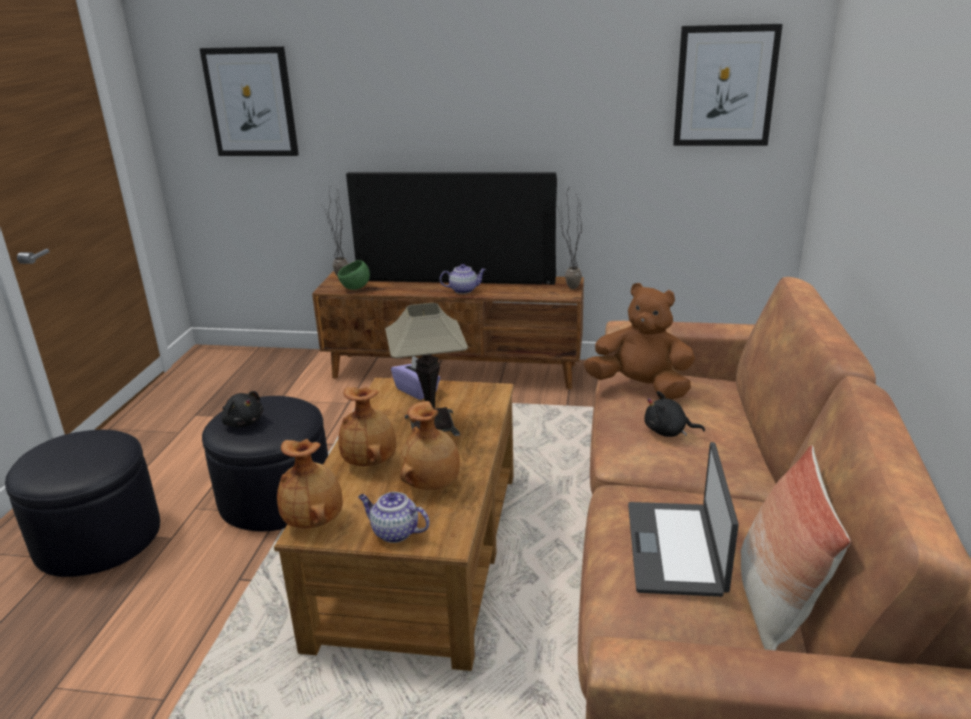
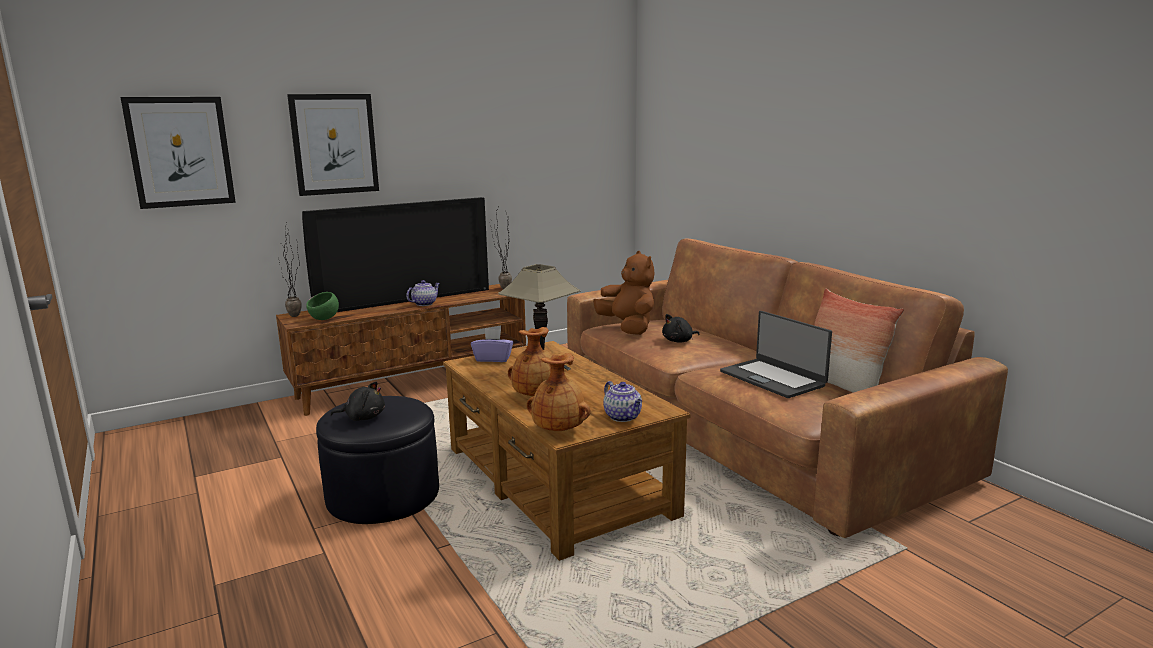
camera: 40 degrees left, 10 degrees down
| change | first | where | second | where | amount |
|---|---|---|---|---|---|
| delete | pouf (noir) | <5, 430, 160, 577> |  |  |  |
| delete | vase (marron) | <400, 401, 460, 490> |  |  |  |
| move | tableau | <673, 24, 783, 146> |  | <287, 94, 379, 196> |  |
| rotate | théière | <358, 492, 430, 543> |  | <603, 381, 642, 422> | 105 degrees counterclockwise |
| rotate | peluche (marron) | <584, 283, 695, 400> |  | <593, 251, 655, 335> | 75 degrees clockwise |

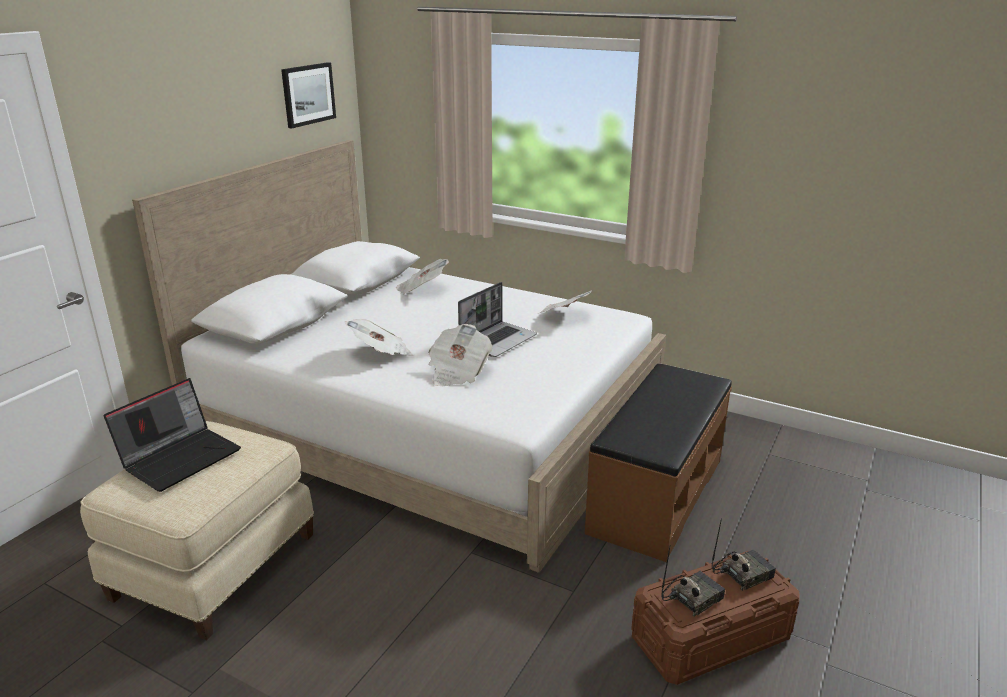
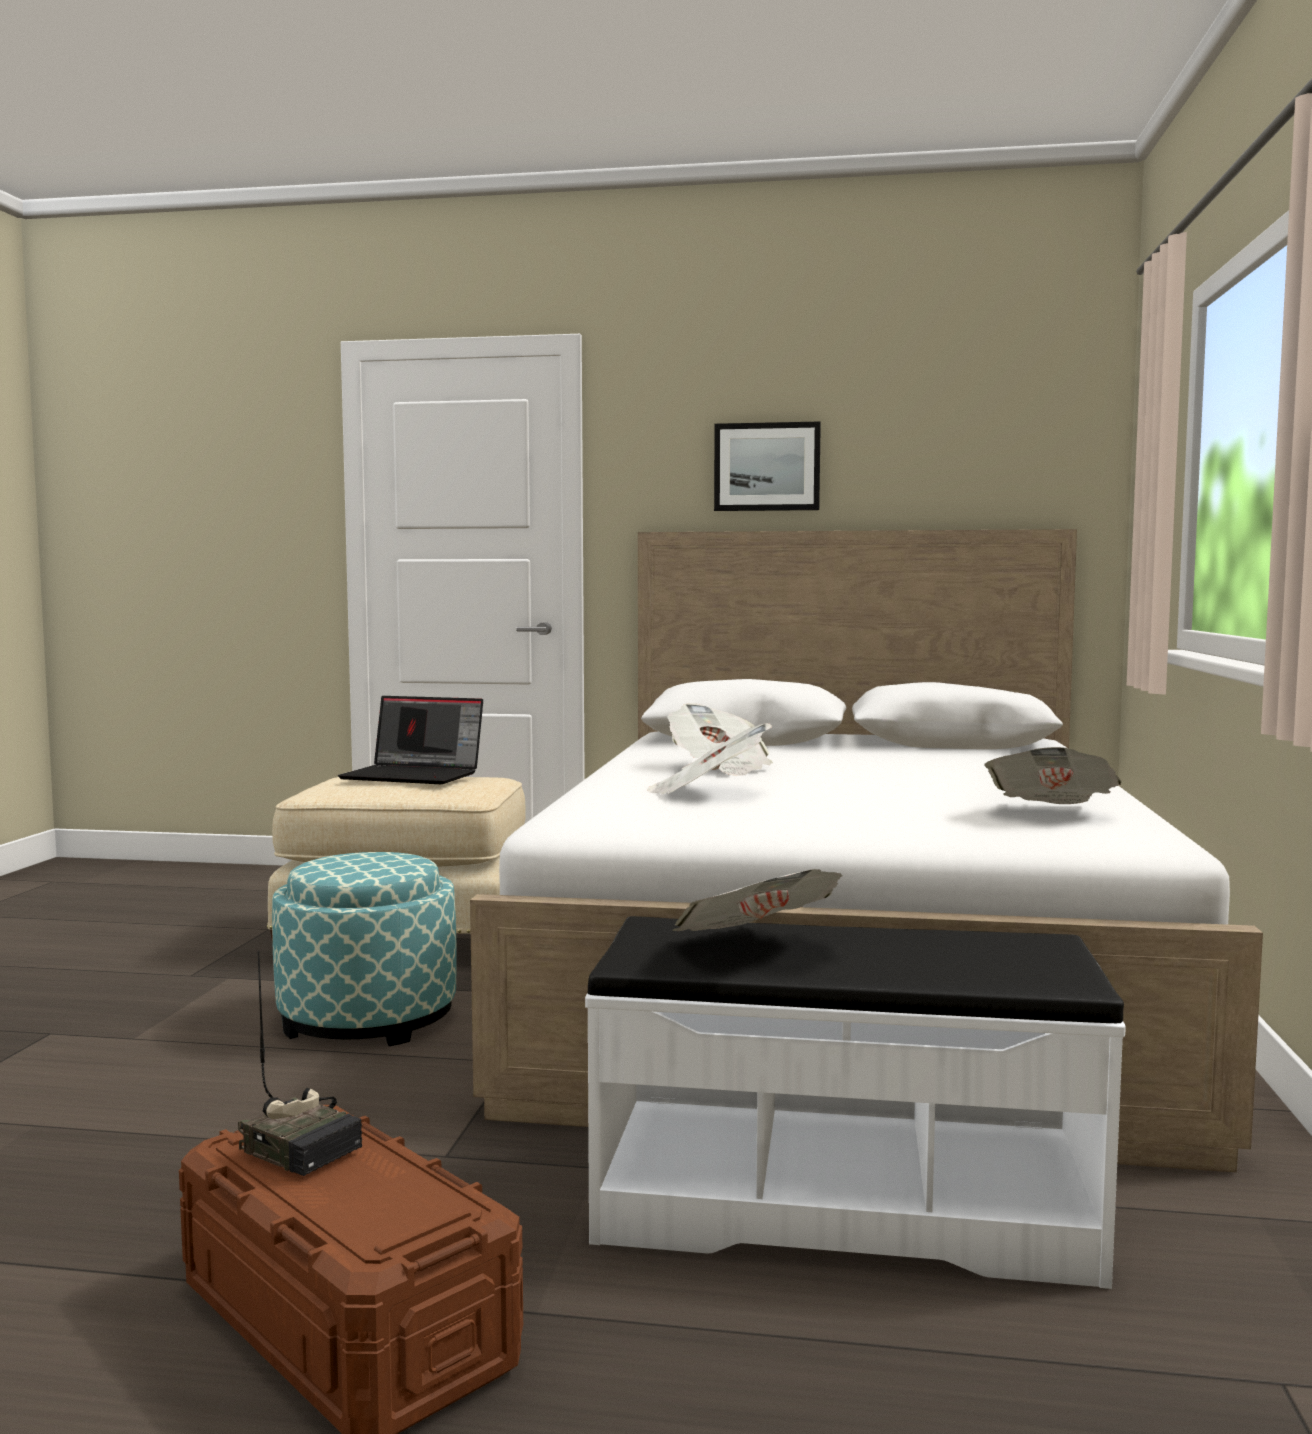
camera: 70 degrees right, 20 degrees down
| change | first | where | second | where | amount |
|---|---|---|---|---|---|
| delete | ordinateur portable | <458, 282, 537, 357> |  |  |  |
| delete | radio | <712, 518, 776, 591> |  |  |  |
| insert |  |  | pouf | <272, 852, 457, 1046> |  |
| move | tableau | <281, 62, 336, 128> |  | <714, 422, 821, 511> |  |
| move | journal | <396, 259, 449, 295> |  | <672, 869, 842, 931> |  |
| recolor | banc (marron) | <585, 363, 732, 562> | banc (blanc) | <585, 916, 1126, 1289> |  |

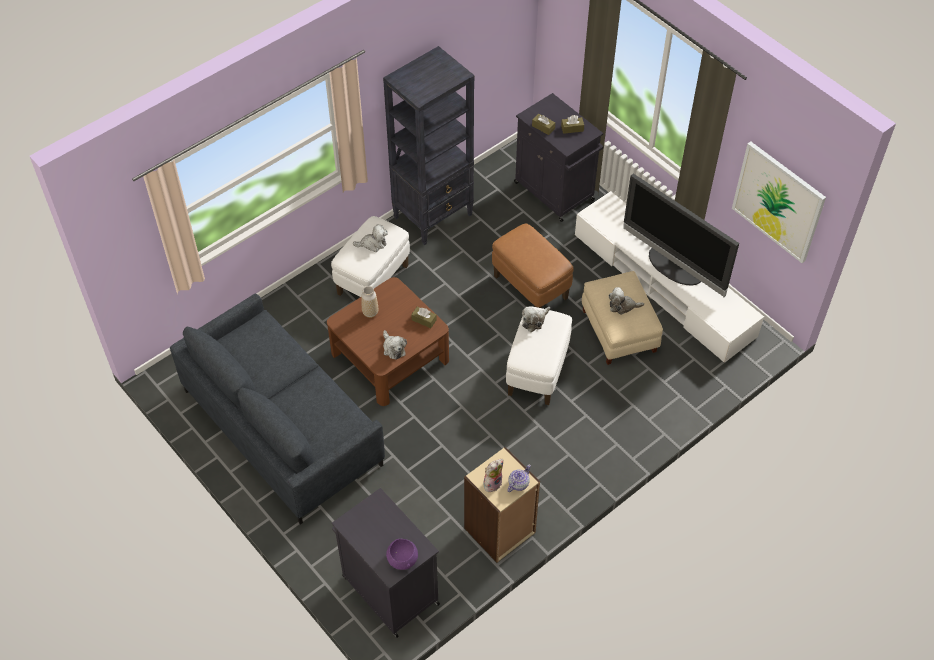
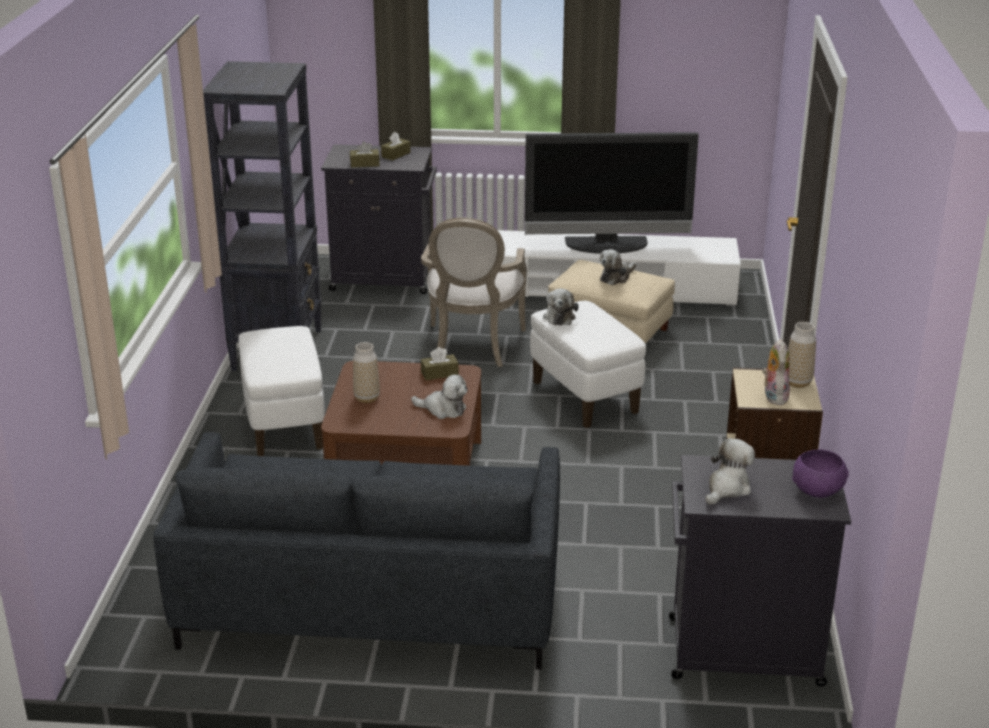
camera: 45 degrees left, 25 degrees down
| change | first | where | second | where | amount |
|---|---|---|---|---|---|
| delete | tableau | <732, 141, 826, 263> |  |  |  |
| move | peluche | <353, 224, 388, 252> |  | <706, 438, 755, 505> |  |
| replace | pouf (marron) | <492, 224, 573, 308> | fauteuil | <421, 218, 527, 367> |  |
| replace | théière | <507, 465, 531, 492> | vase | <788, 322, 816, 388> |  |

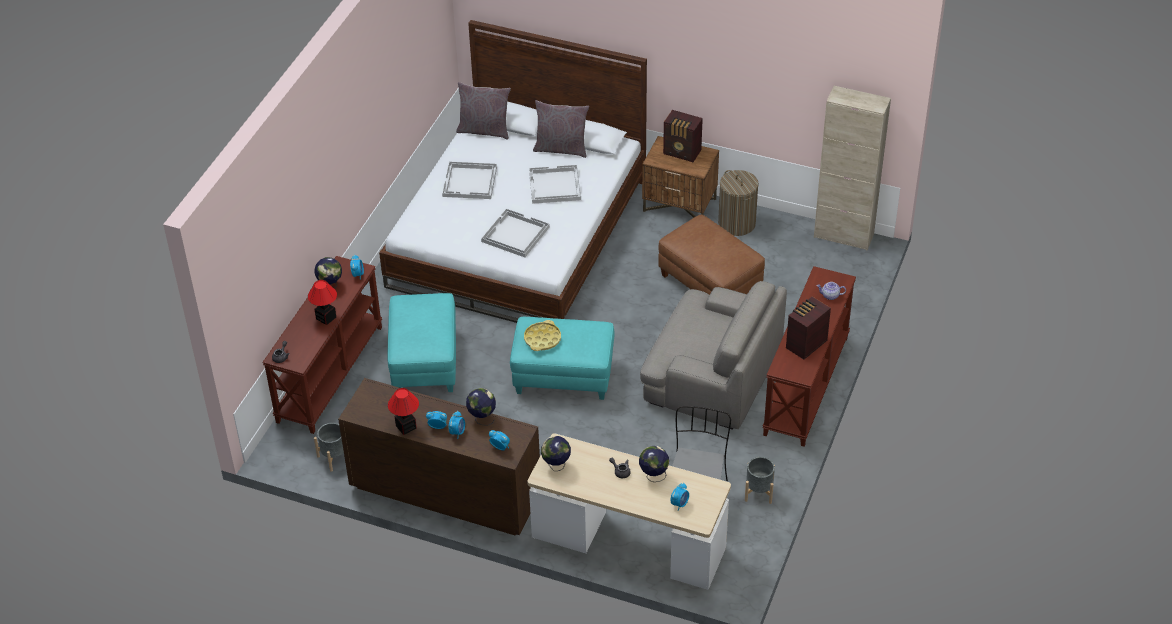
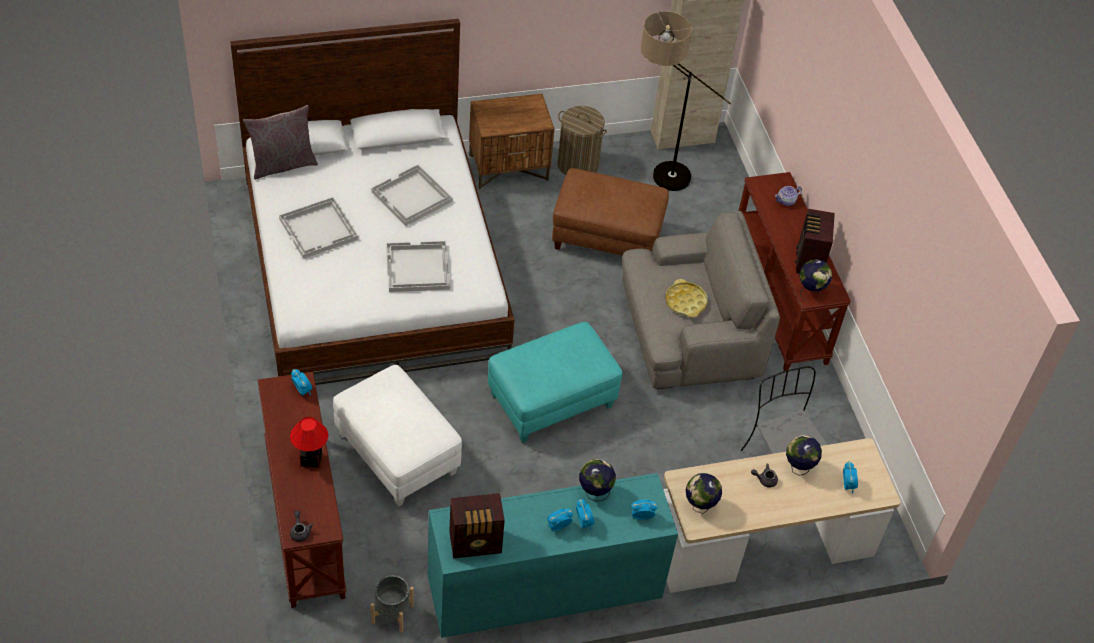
camera: 40 degrees left, 5 degrees up
| change | first | where | second | where | amount |
|---|---|---|---|---|---|
| delete | lampe de table | <388, 388, 419, 435> |  |  |  |
| delete | coussin (gris) | <533, 100, 589, 158> |  |  |  |
| delete | cache-pot (gris) | <745, 457, 775, 504> |  |  |  |
| insert |  |  | lampadaire | <640, 11, 732, 191> |  |
| move | globe | <314, 257, 342, 285> |  | <799, 259, 832, 301> |  |
| move | plateau (jaune) | <524, 320, 561, 351> |  | <665, 279, 708, 318> |  |
| move | radio | <663, 110, 703, 162> |  | <449, 493, 505, 558> |  |
| recolor | commode (marron) | <338, 378, 540, 536> | commode (turquoise) | <428, 473, 678, 638> |  |
| recolor | pouf (turquoise) | <388, 293, 456, 392> | pouf (blanc) | <333, 365, 462, 507> |  |

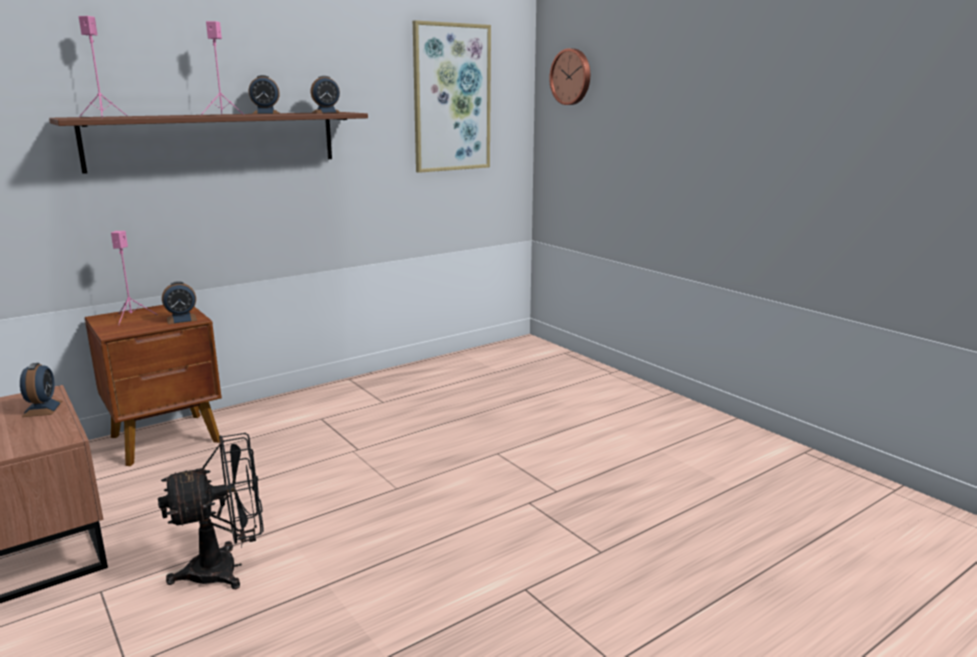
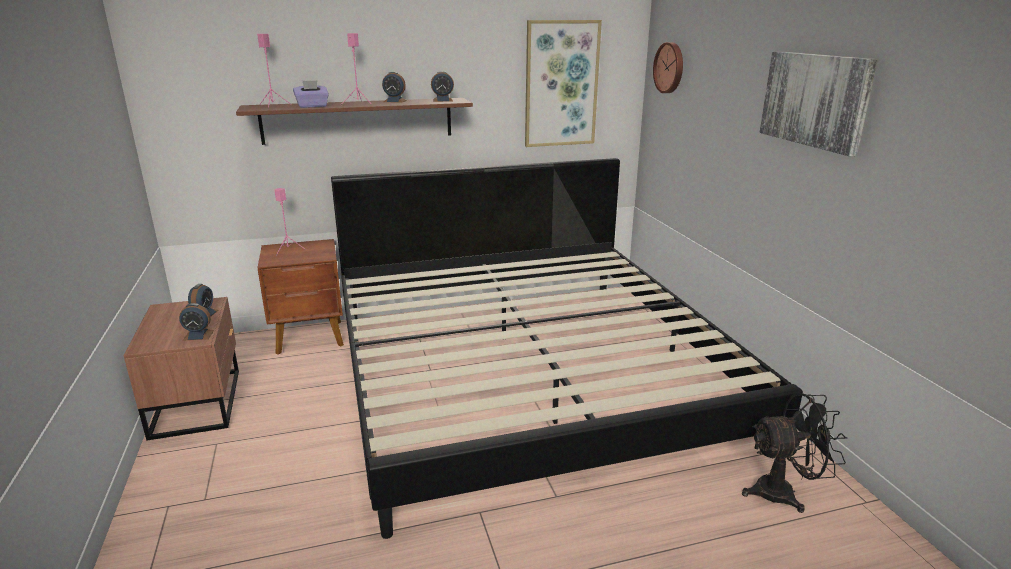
camera: 20 degrees right, 5 degrees up
| change | first | where | second | where | amount |
|---|---|---|---|---|---|
| insert |  |  | boîte à mouchoirs (violet) | <293, 80, 329, 108> |  |
| insert |  |  | lit | <331, 158, 803, 539> |  |
| insert |  |  | tableau | <760, 51, 878, 156> |  |
| move | ventilateur (noir) | <158, 433, 264, 589> |  | <742, 393, 847, 513> |  |
| move | réveil | <162, 281, 197, 324> |  | <179, 303, 214, 340> |  |

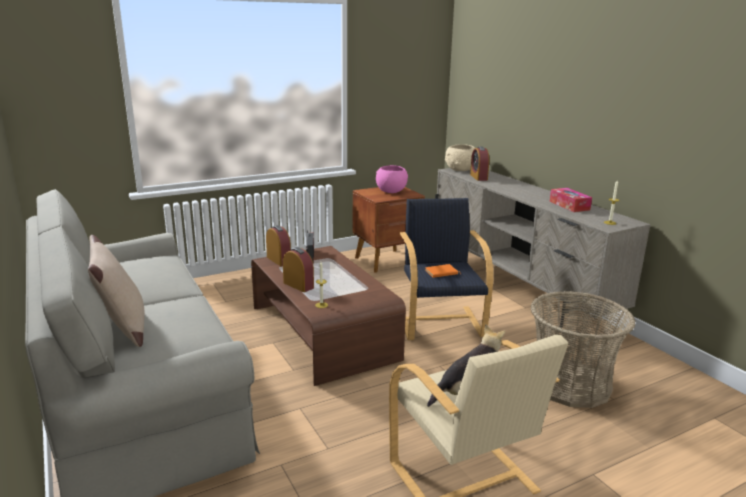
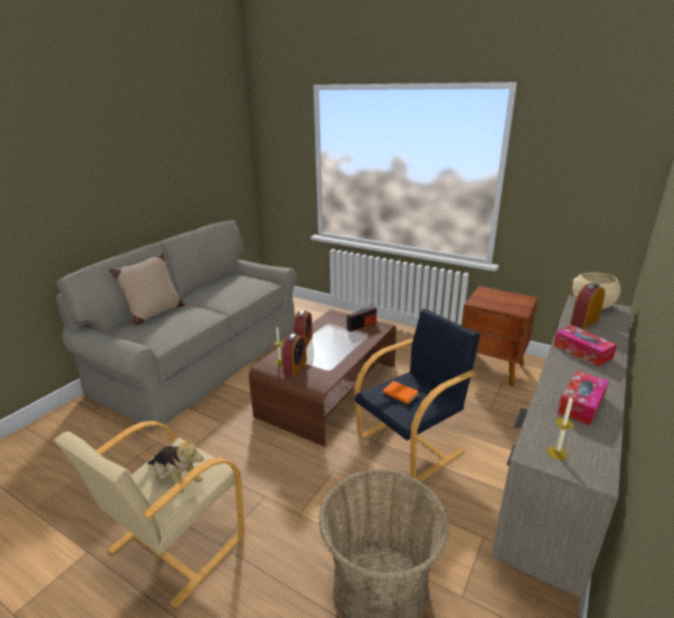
camera: 60 degrees right, 5 degrees up
| change | first | where | second | where | amount |
|---|---|---|---|---|---|
| delete | bol (rose) | <376, 165, 408, 193> |  |  |  |
| insert |  |  | boîte à mouchoirs | <553, 325, 617, 367> |  |
| move | réveil | <266, 225, 291, 266> |  | <282, 333, 307, 376> |  |

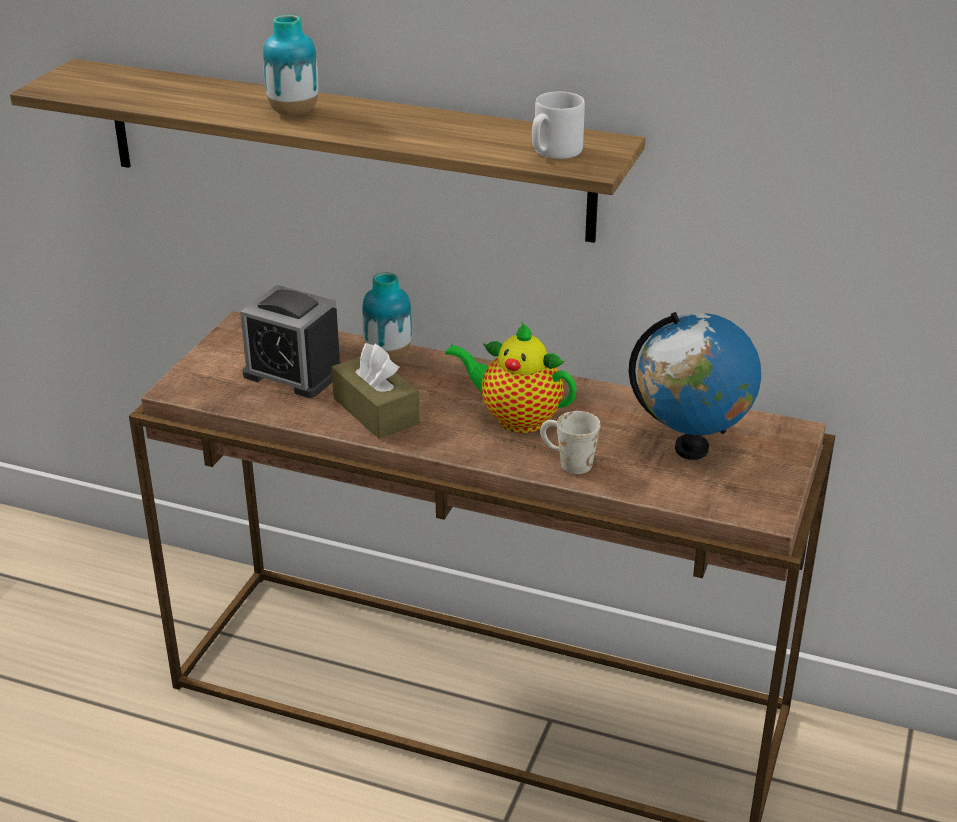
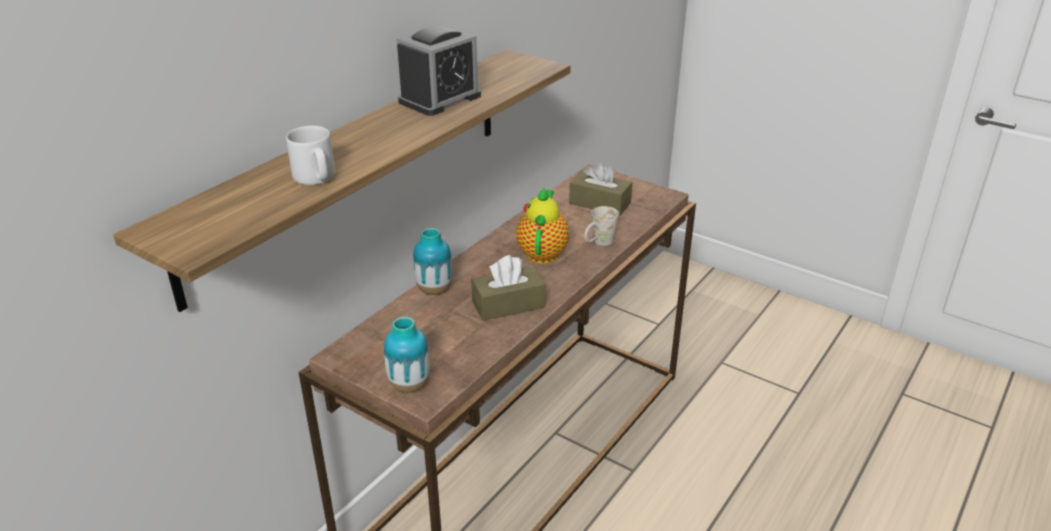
camera: 75 degrees left, 0 degrees up
| change | first | where | second | where | amount |
|---|---|---|---|---|---|
| move | réveil | <240, 285, 342, 398> |  | <396, 25, 481, 116> |  |
| move | vase | <263, 15, 318, 116> |  | <384, 317, 429, 393> |  |
| move | mug (gris) | <532, 91, 585, 159> |  | <286, 126, 335, 185> |  |
| replace | globe | <629, 312, 761, 460> | boîte à mouchoirs (marron) | <569, 162, 632, 216> |  |
| rotate | théière | <445, 322, 577, 433> |  | <516, 188, 569, 264> | 150 degrees clockwise |

